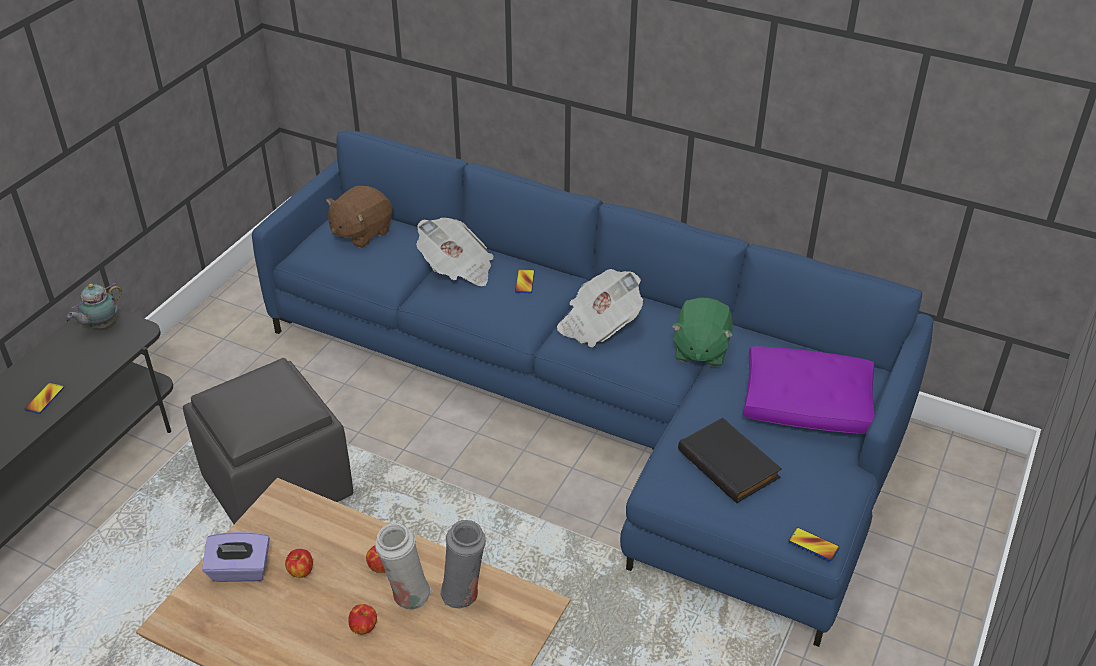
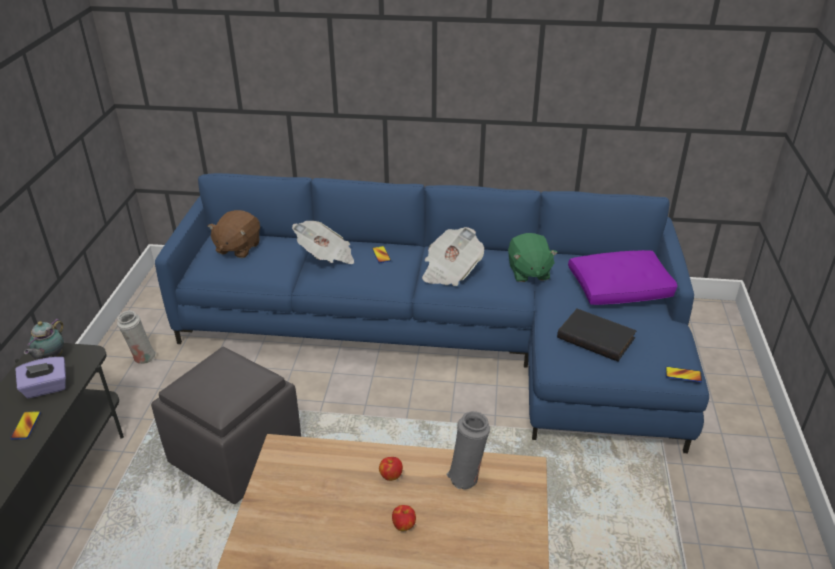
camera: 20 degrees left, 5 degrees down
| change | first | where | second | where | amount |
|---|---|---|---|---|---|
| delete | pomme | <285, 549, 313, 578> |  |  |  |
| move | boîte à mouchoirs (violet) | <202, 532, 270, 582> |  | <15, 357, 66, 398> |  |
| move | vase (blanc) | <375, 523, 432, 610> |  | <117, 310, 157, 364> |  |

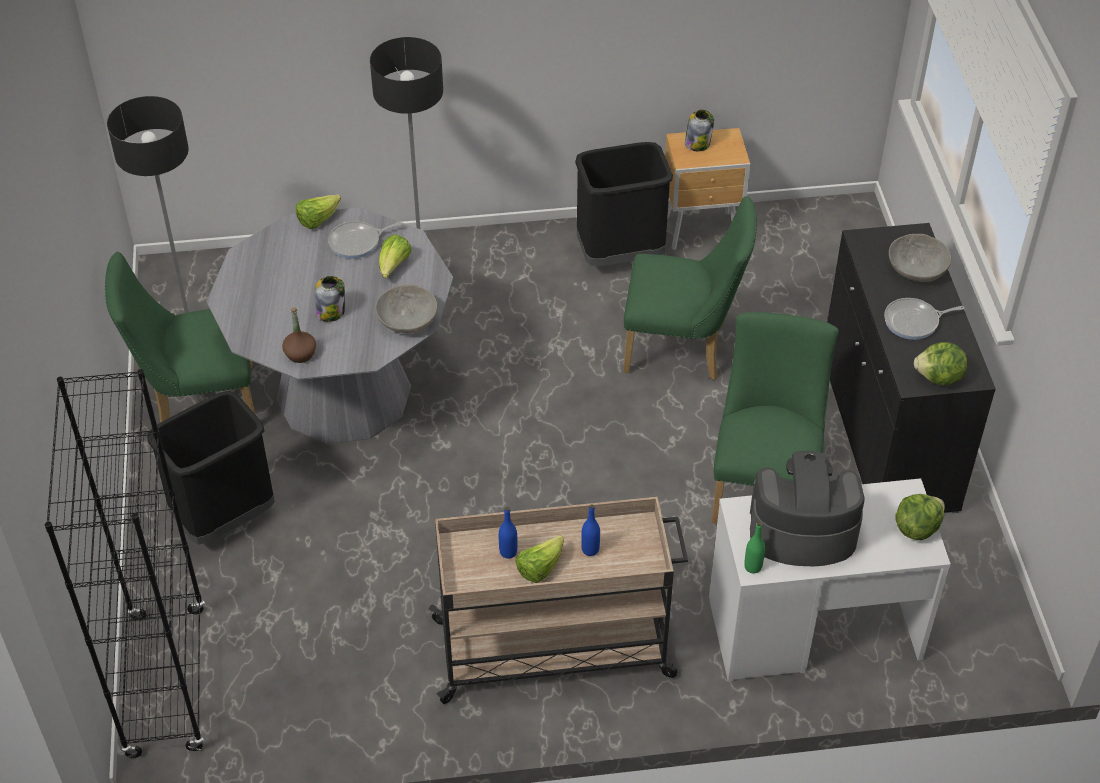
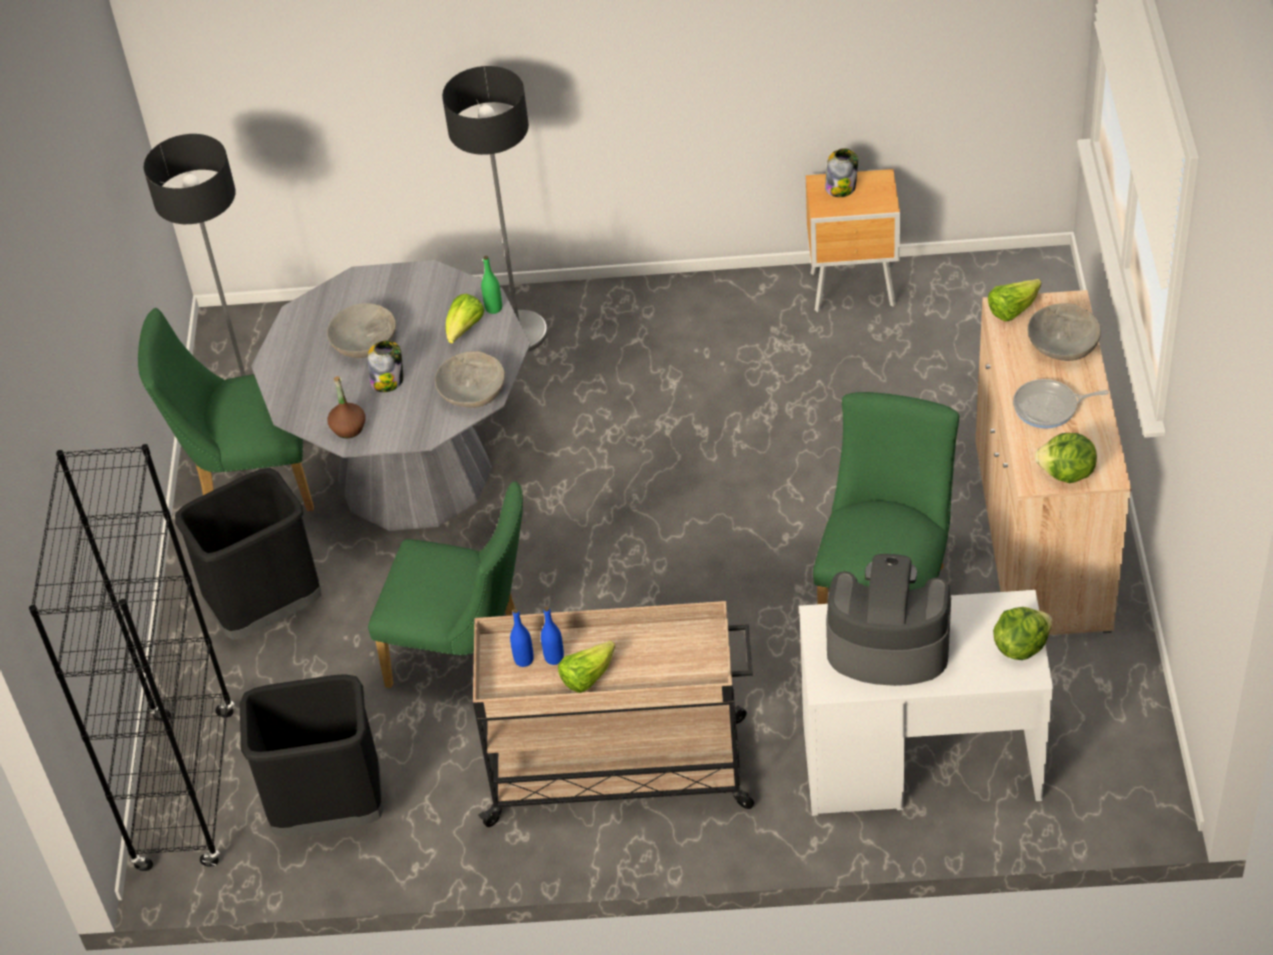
camera: 10 degrees right, 0 degrees up
| change | first | where | second | where | amount |
|---|---|---|---|---|---|
| delete | poêle | <328, 221, 402, 259> |  |  |  |
| insert |  |  | bol (gris) | <327, 303, 396, 358> |  |
| move | laitue | <296, 194, 341, 229> |  | <988, 279, 1041, 322> |  |
| move | poubelle (noir) | <575, 142, 673, 266> |  | <240, 674, 383, 836> |  |
| move | bouteille (bleu) | <581, 504, 600, 556> |  | <510, 609, 534, 667> |  |
| move | chaise (vert) | <623, 196, 757, 380> |  | <368, 481, 523, 688> |  |
| move | bouteille (vert) | <744, 522, 765, 573> |  | <481, 256, 502, 314> |  |
| recolor | meuble de rangement (noir) | <827, 223, 996, 514> | meuble de rangement (beige) | <975, 290, 1131, 635> |  |

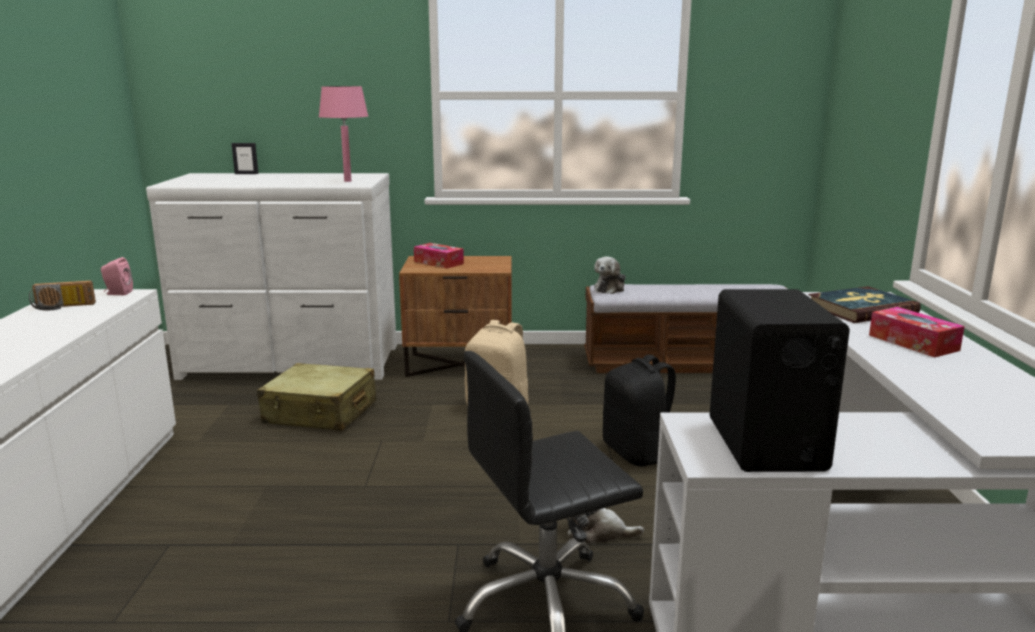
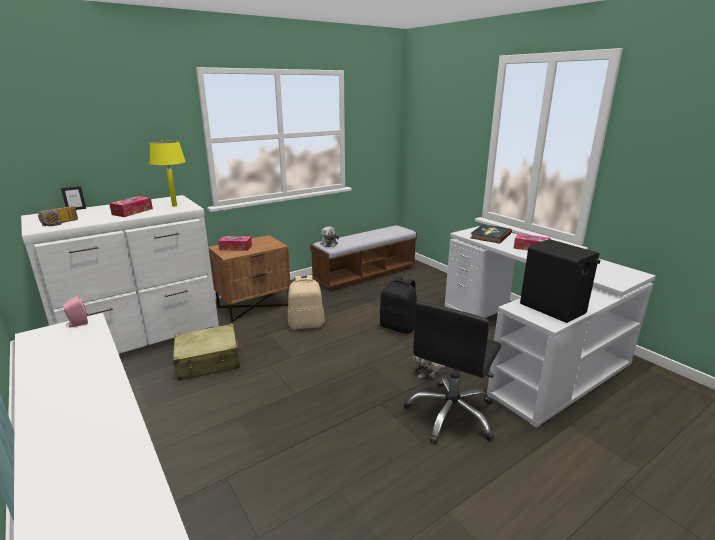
camera: 35 degrees left, 5 degrees up
| change | first | where | second | where | amount |
|---|---|---|---|---|---|
| insert |  |  | boîte à mouchoirs | <109, 196, 153, 217> |  |
| move | radio | <29, 280, 96, 310> |  | <38, 206, 78, 226> |  |
| recolor | lampe de table (rose) | <319, 86, 368, 182> | lampe de table (jaune) | <150, 140, 186, 207> |  |

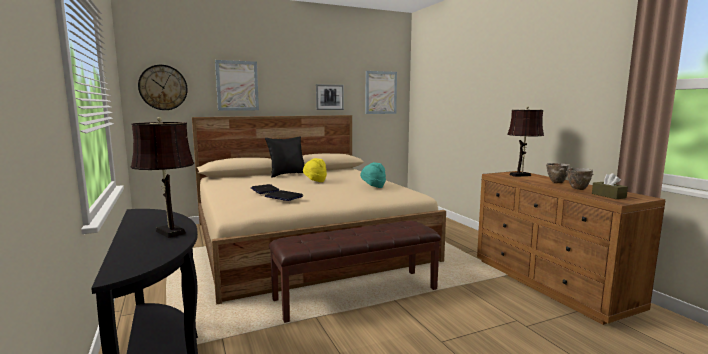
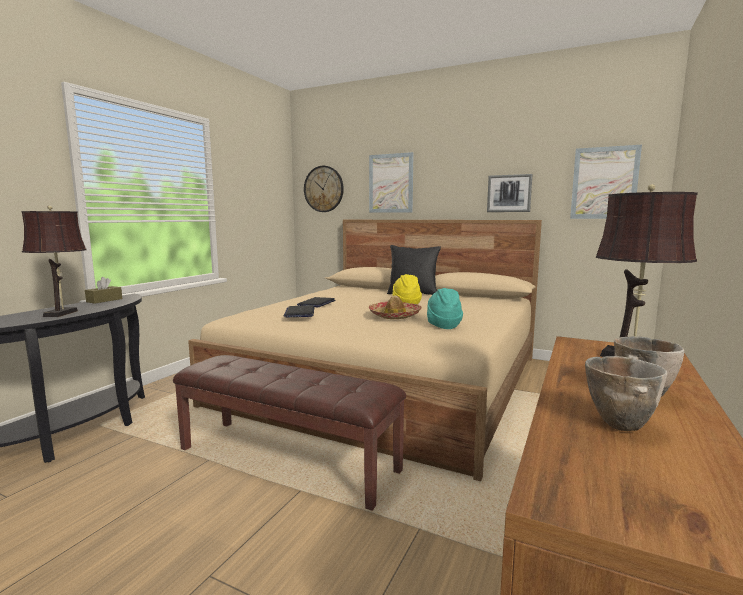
camera: 50 degrees right, 0 degrees up
| change | first | where | second | where | amount |
|---|---|---|---|---|---|
| insert |  |  | chapeau | <369, 295, 422, 319> |  |
| move | boîte à mouchoirs (marron) | <592, 173, 628, 199> |  | <85, 277, 122, 304> |  |

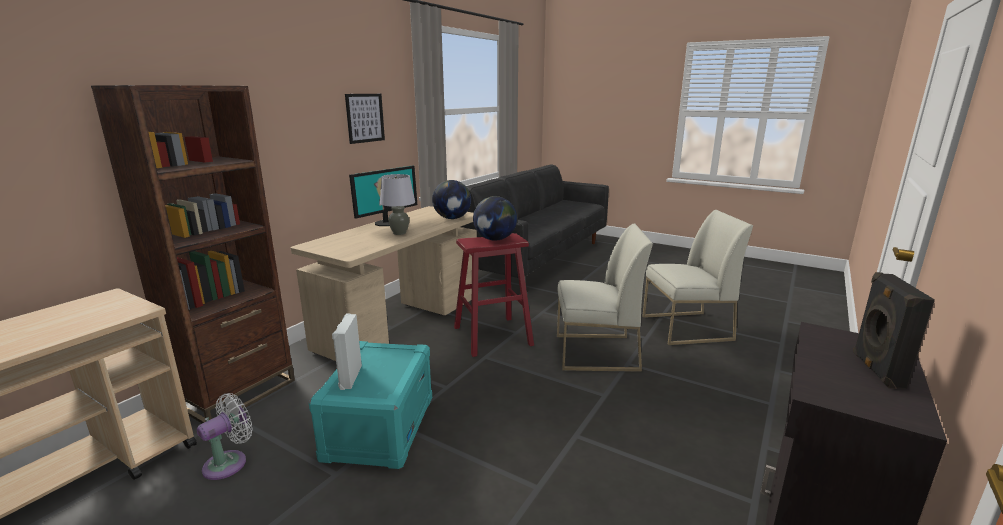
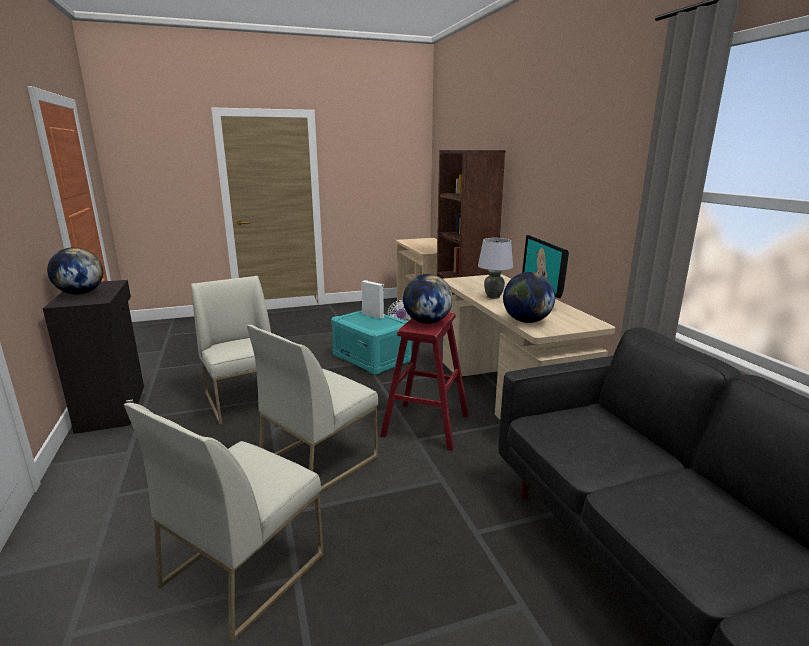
camera: 130 degrees right, 0 degrees up
| change | first | where | second | where | amount |
|---|---|---|---|---|---|
| delete | tableau | <345, 94, 385, 144> |  |  |  |
| insert |  |  | chaise (blanc) | <191, 276, 271, 425> |  |
| replace | enceinte (noir) | <853, 272, 935, 389> | globe | <47, 247, 103, 295> |  |

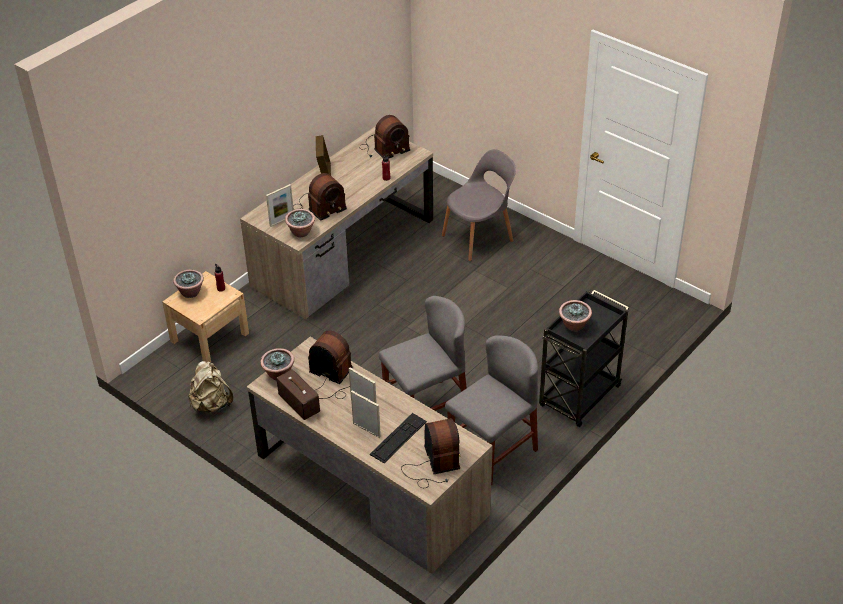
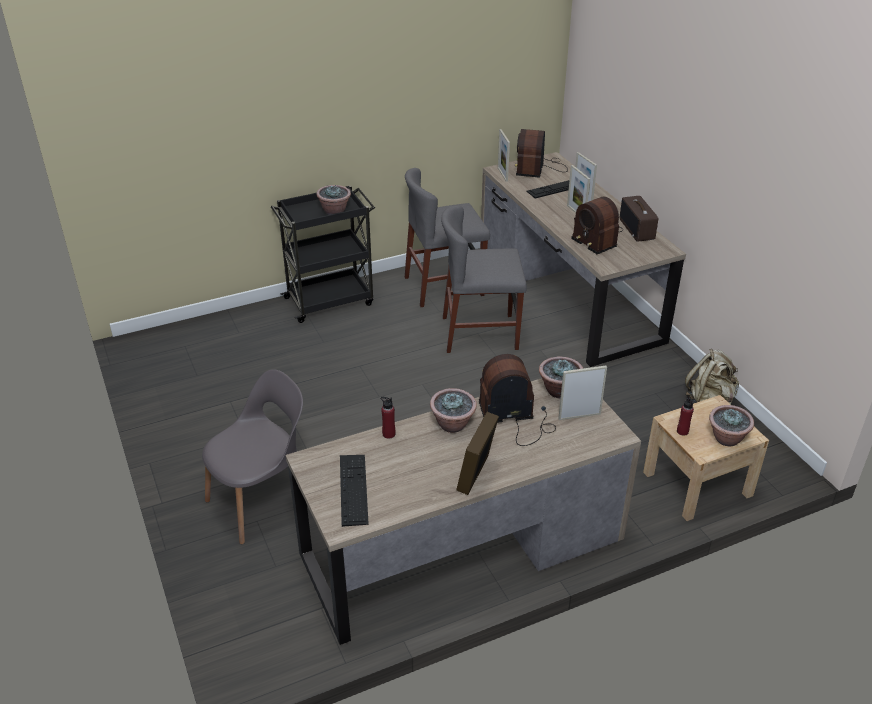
camera: 155 degrees left, 5 degrees down
| change | first | where | second | where | amount |
|---|---|---|---|---|---|
| insert |  |  | cadre photo | <498, 129, 510, 182> |  |
| move | plante en pot | <260, 348, 294, 381> |  | <430, 388, 477, 433> |  |
| replace | radio | <359, 115, 410, 158> | clavier | <340, 455, 369, 527> |  |
| rotate | chaise (gris) | <442, 149, 516, 261> |  | <202, 369, 303, 544> | 150 degrees clockwise |

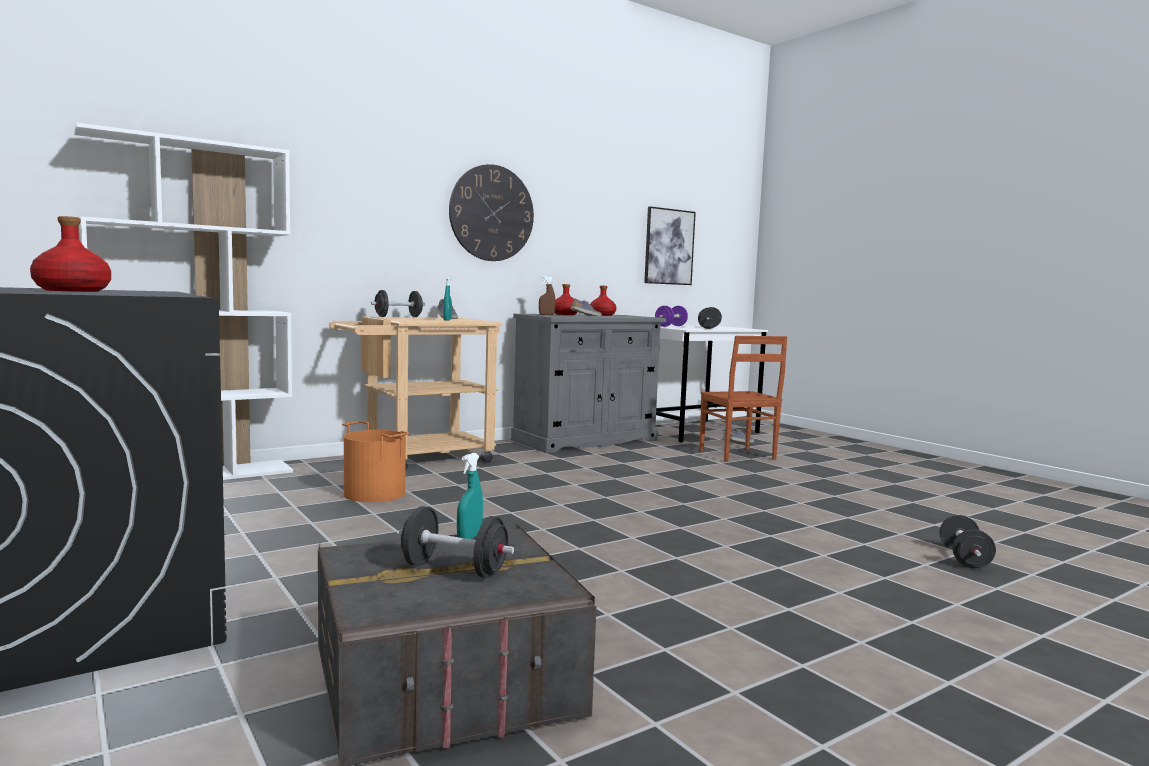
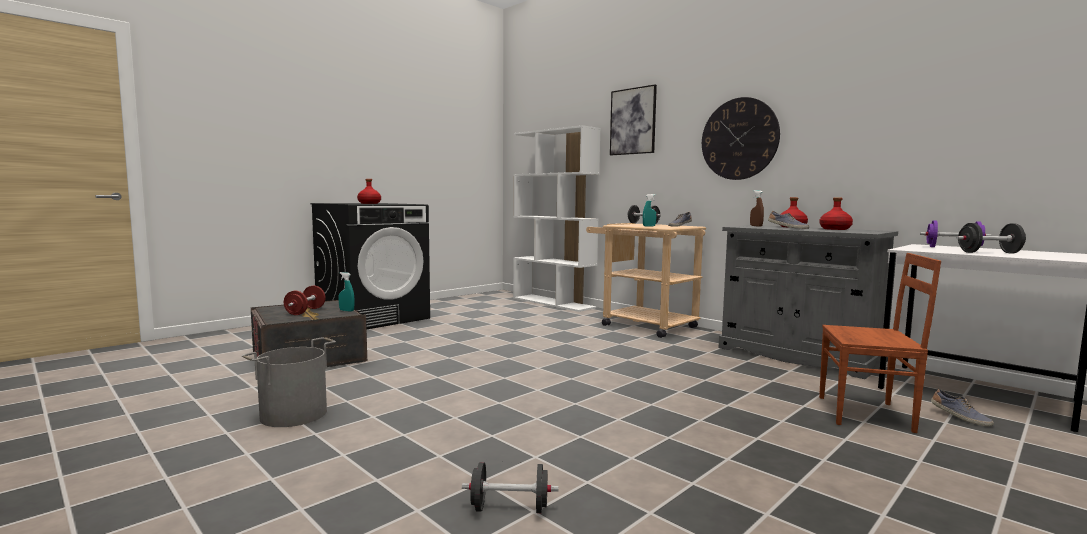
camera: 80 degrees right, 0 degrees up
| change | first | where | second | where | amount |
|---|---|---|---|---|---|
| delete | seau (orange) | <342, 421, 409, 502> |  |  |  |
| insert |  |  | seau (gris) | <242, 337, 336, 427> |  |
| move | tableau | <644, 206, 696, 285> |  | <610, 84, 657, 155> |  |
| recolor | haltère (noir) | <399, 506, 514, 578> | haltère (rouge) | <284, 286, 326, 315> |  |
| rotate | chaise (marron) | <699, 336, 787, 462> |  | <819, 253, 941, 433> | 135 degrees counterclockwise |

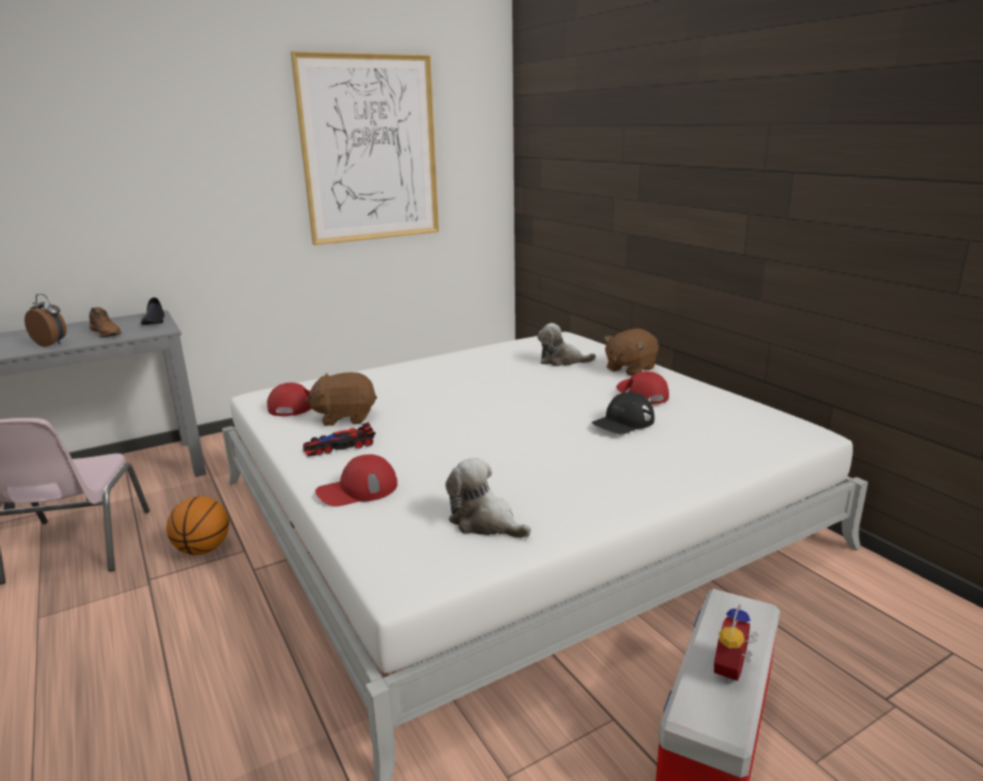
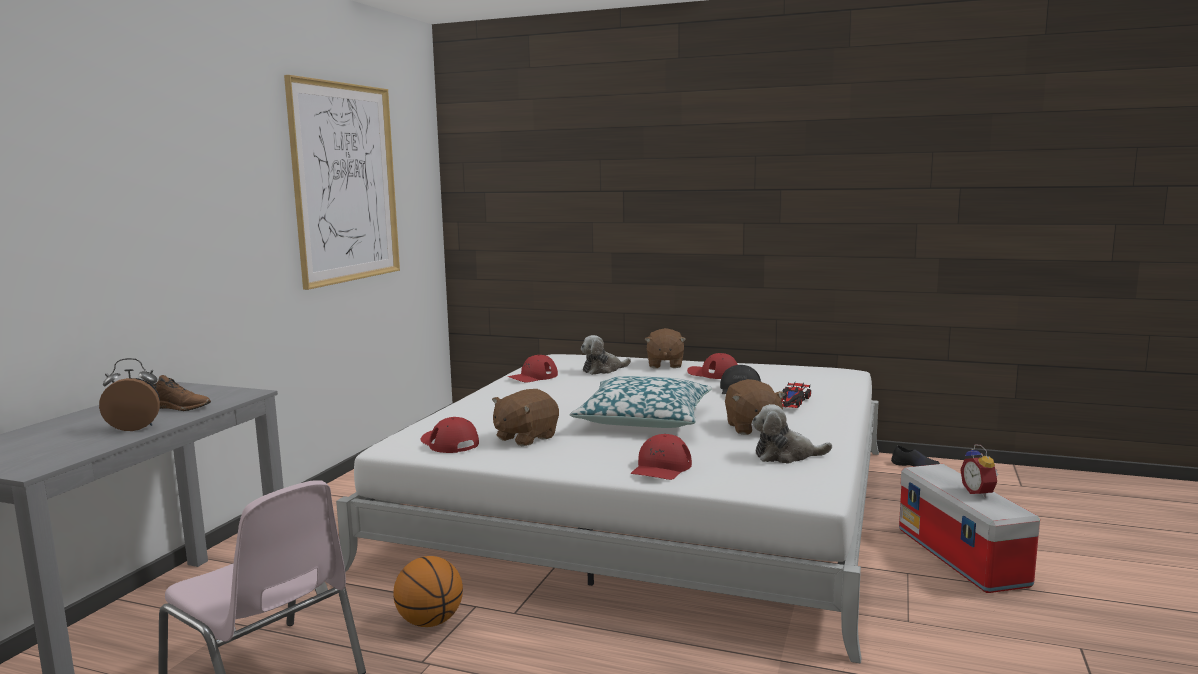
camera: 40 degrees left, 10 degrees down
| change | first | where | second | where | amount |
|---|---|---|---|---|---|
| insert |  |  | casquette (rouge) | <508, 355, 558, 383> |  |
| insert |  |  | coussin | <570, 376, 712, 428> |  |
| insert |  |  | peluche (marron) | <725, 379, 786, 435> |  |
| move | chaussure (noir) | <141, 297, 165, 325> |  | <891, 445, 940, 467> |  |
| move | petite voiture | <303, 422, 376, 457> |  | <781, 382, 811, 408> |  |

